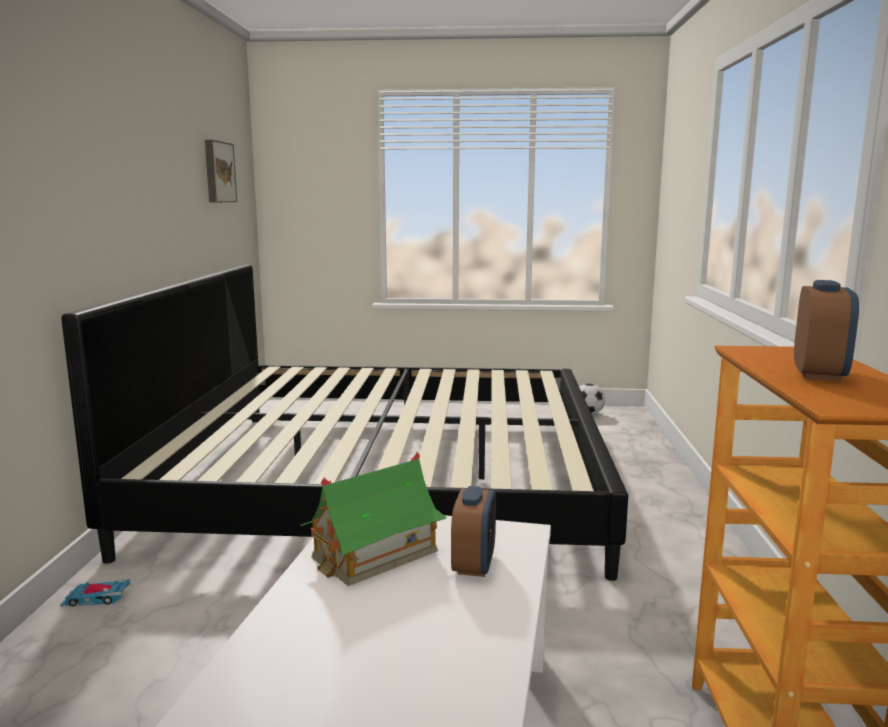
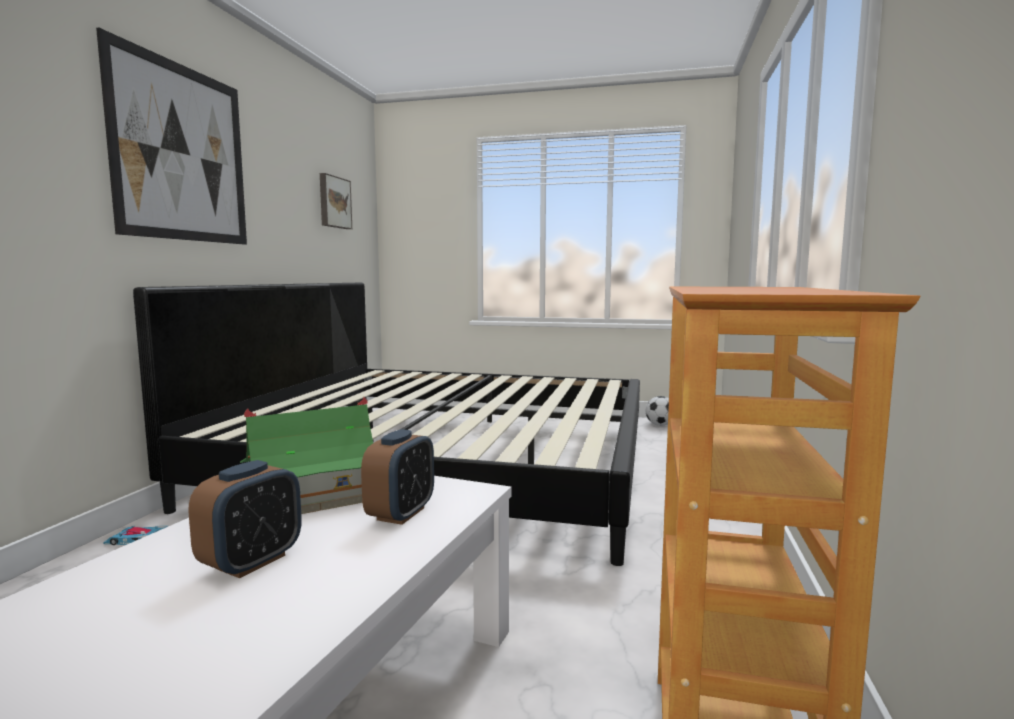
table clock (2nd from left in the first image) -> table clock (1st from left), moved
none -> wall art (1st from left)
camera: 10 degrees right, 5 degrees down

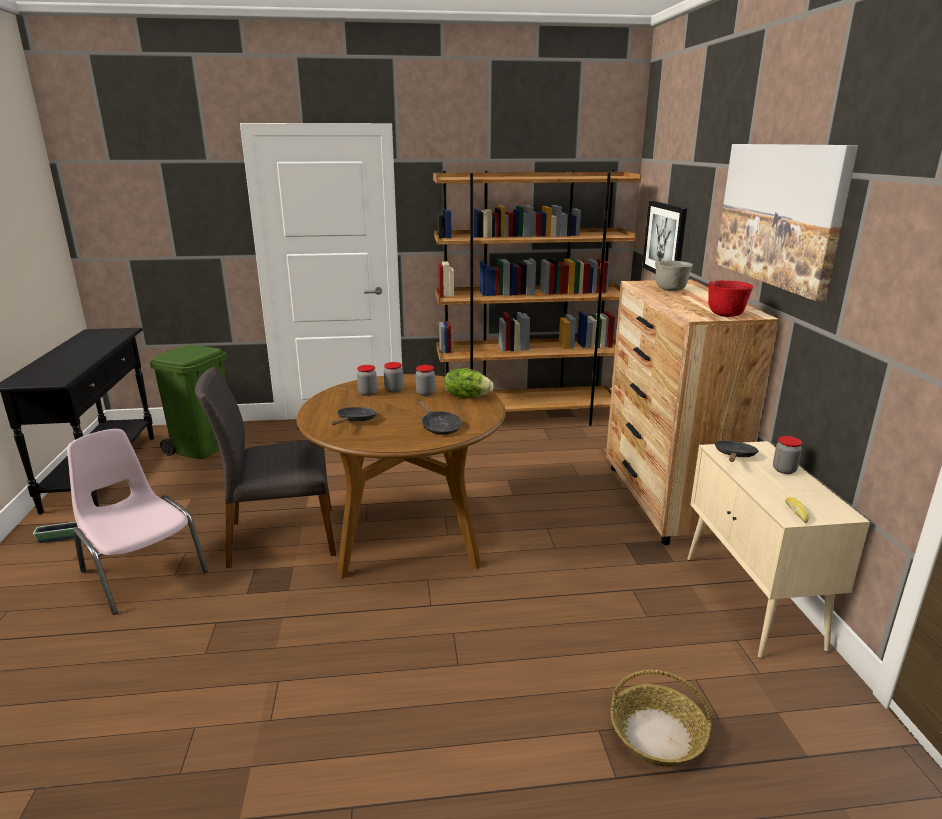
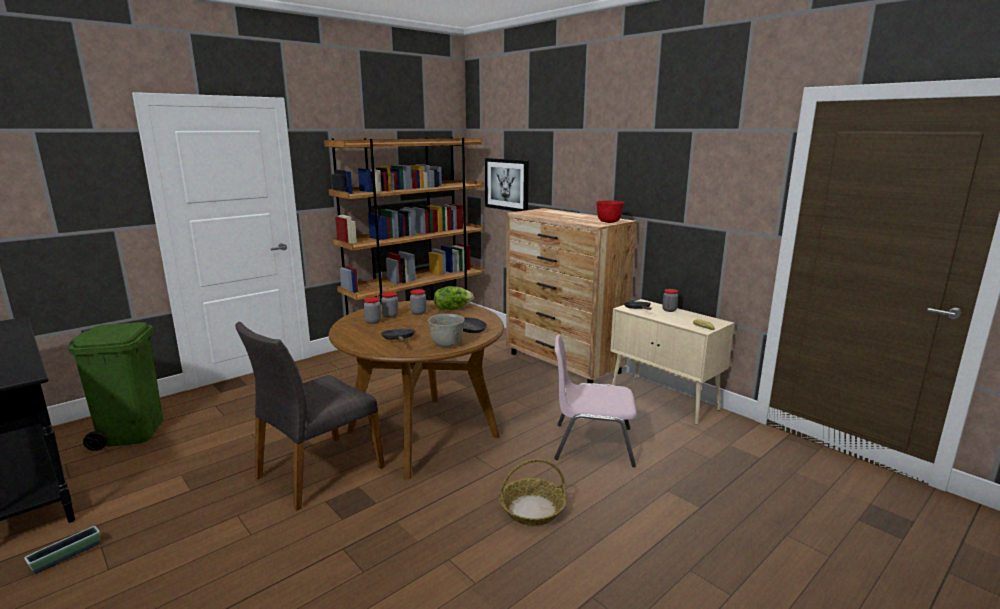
chair in pinkish, moved
basket, moved
serving bowl in grey, moved
wall art (2nd from left) -> none
camera: 35 degrees left, 5 degrees down

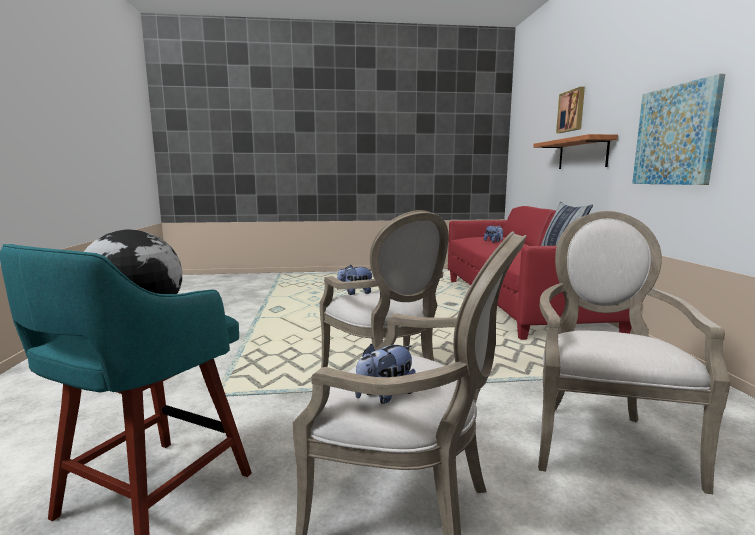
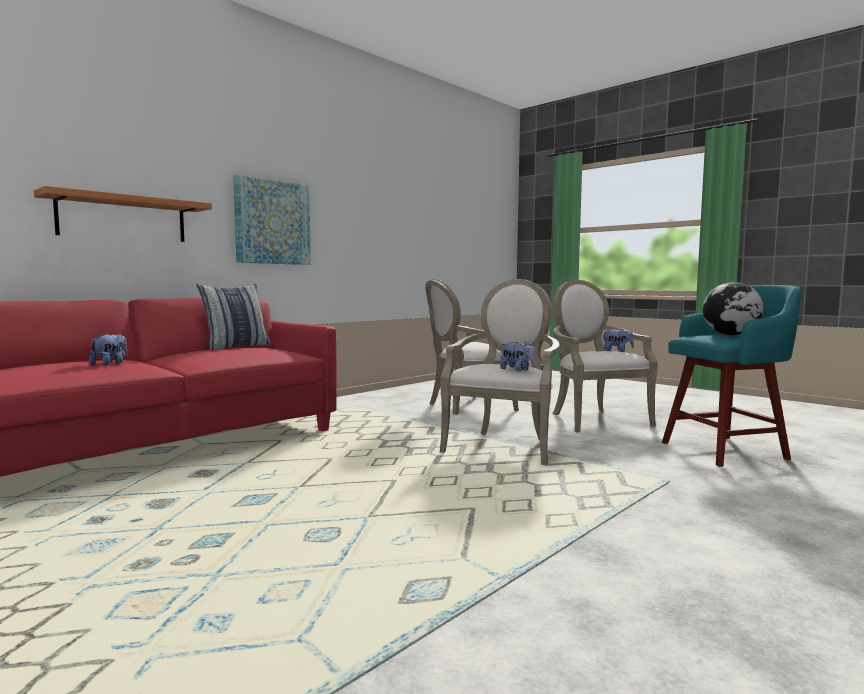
wall art (1st from left) -> none
camera: 130 degrees left, 5 degrees down

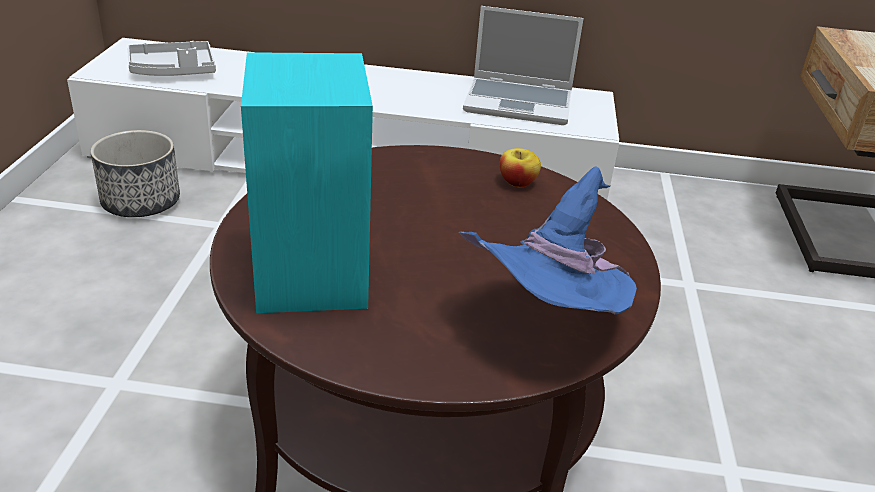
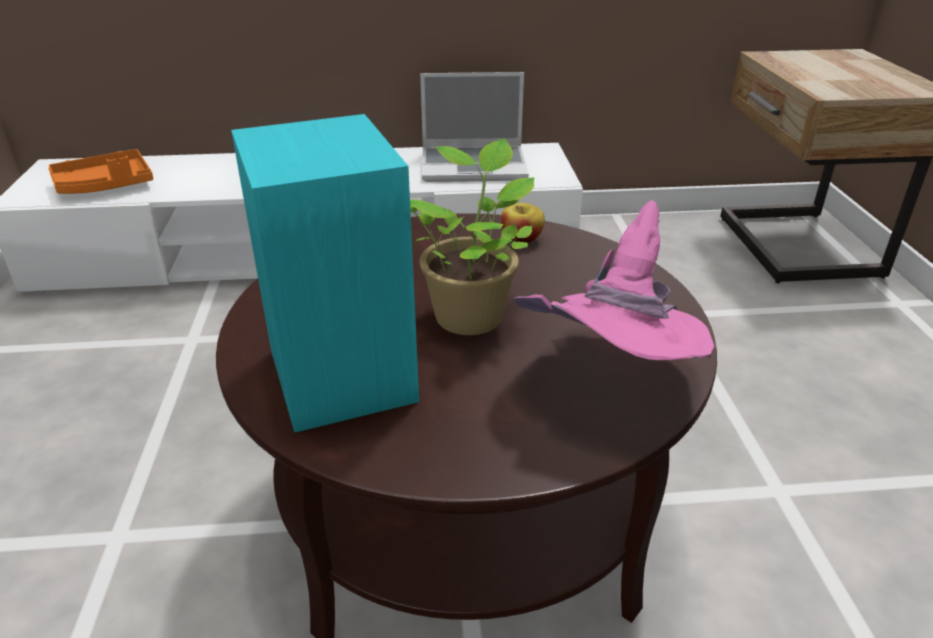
plant pot -> none
serving tray in grey -> serving tray in orange-coloured
clothing hat in bluish -> clothing hat in pinkish
none -> houseplant
camera: 10 degrees left, 0 degrees up

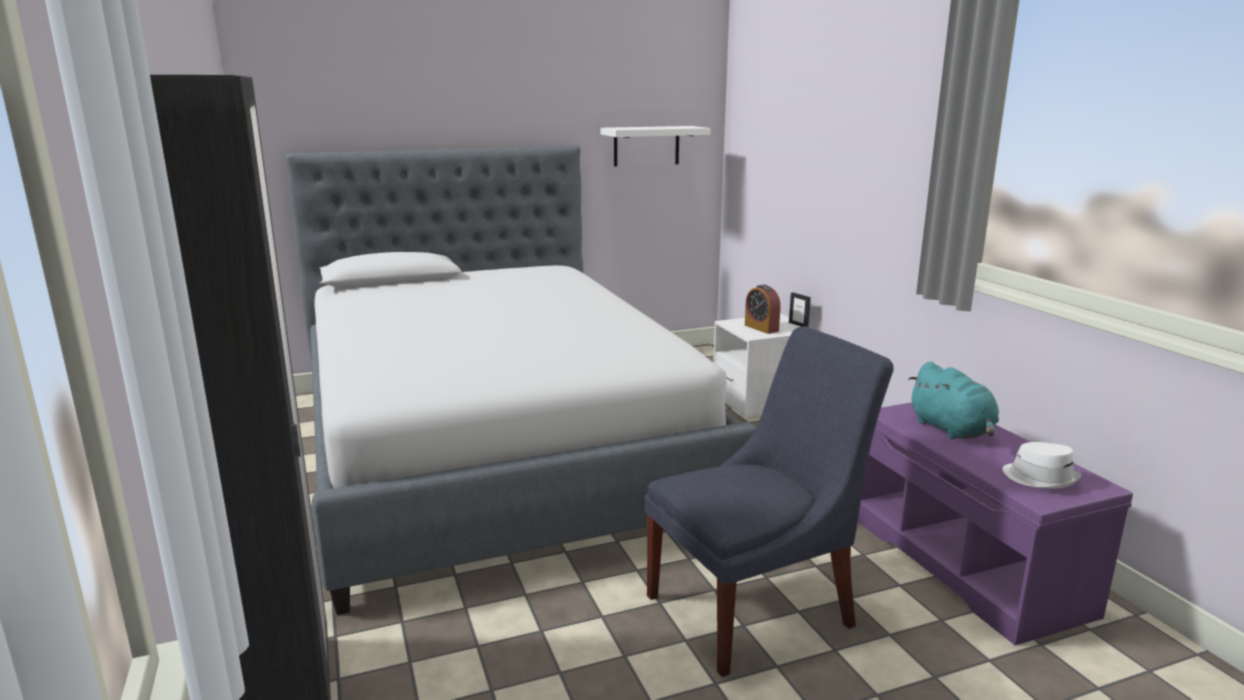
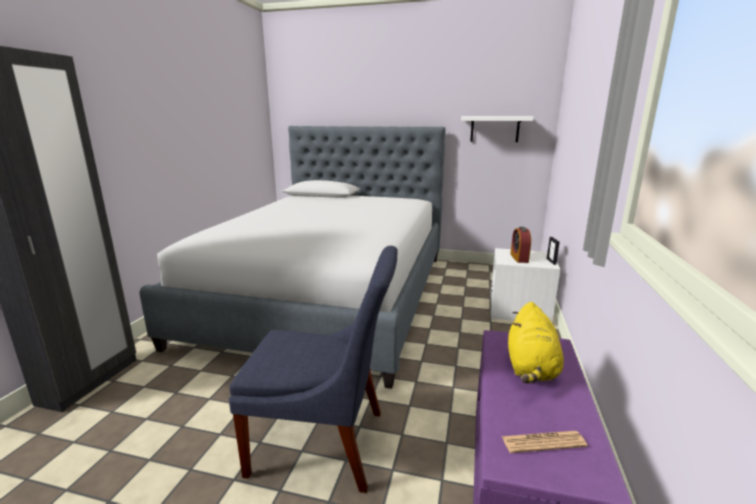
cuddly toy in turquoise -> cuddly toy in yellowish
clothing hat in white -> daily paper
camera: 35 degrees right, 0 degrees up

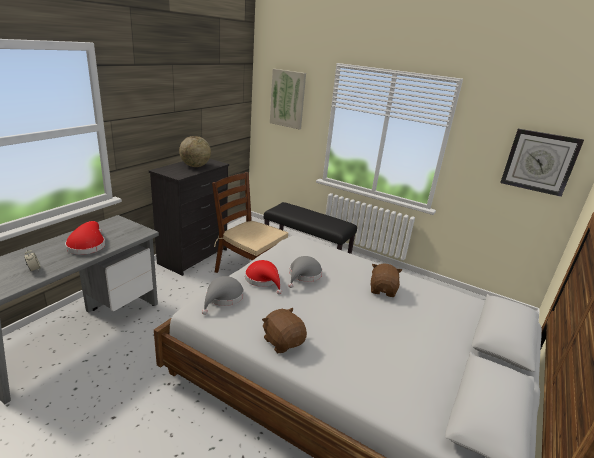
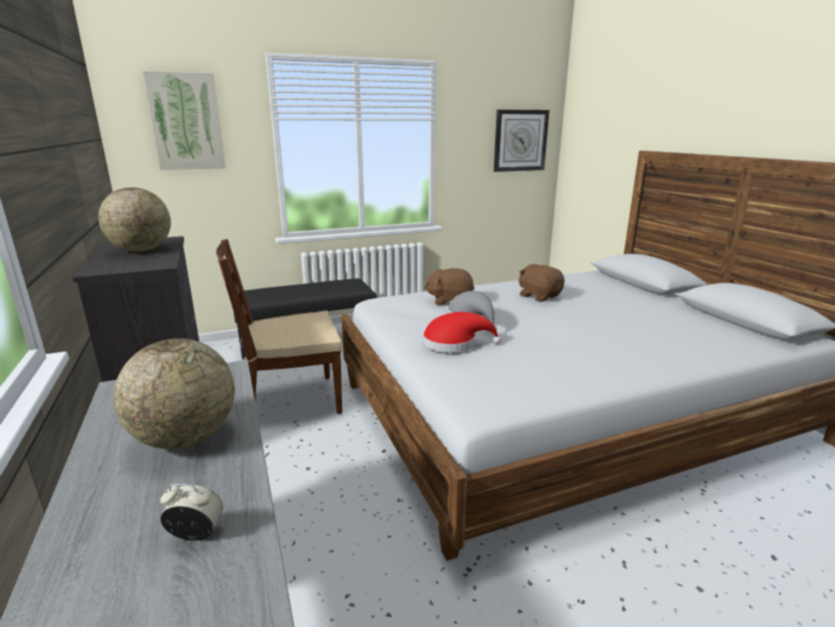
clothing hat in red (1st from left) -> world globe (2nd from left)
clothing hat in grey (1st from left) -> none
cuddly toy in brownish (1st from left), moved
camera: 50 degrees left, 5 degrees down

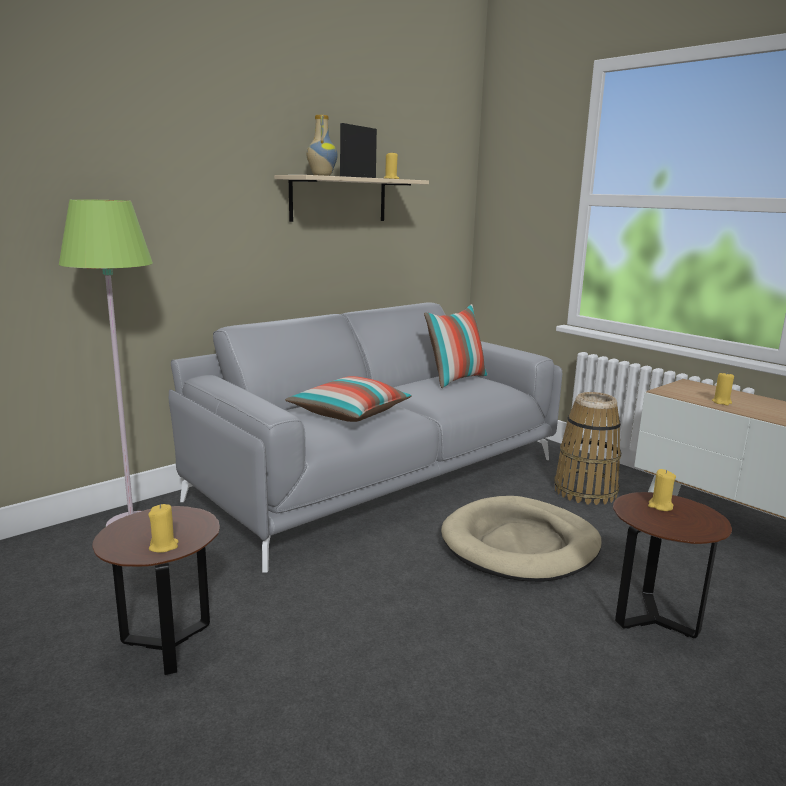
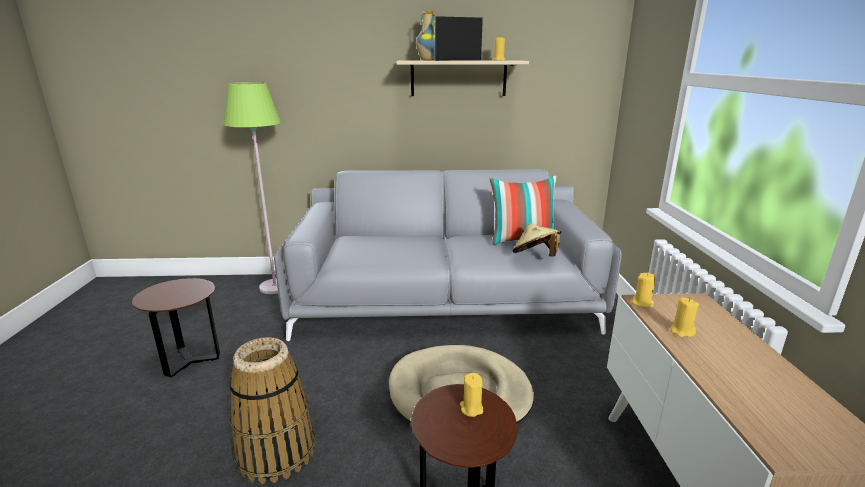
wax candle in yellowish (1st from left in the first image) -> wax candle in yellowish (3rd from left), moved
cushion (1st from left) -> none
basket, moved
none -> clothing hat in beige-coloured
camera: 40 degrees right, 5 degrees up

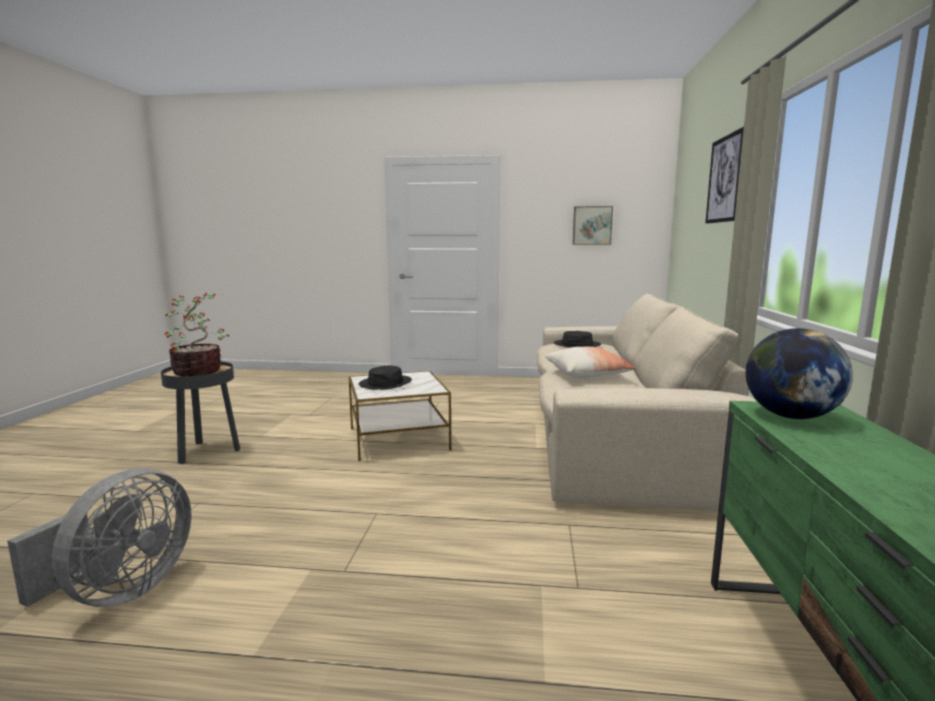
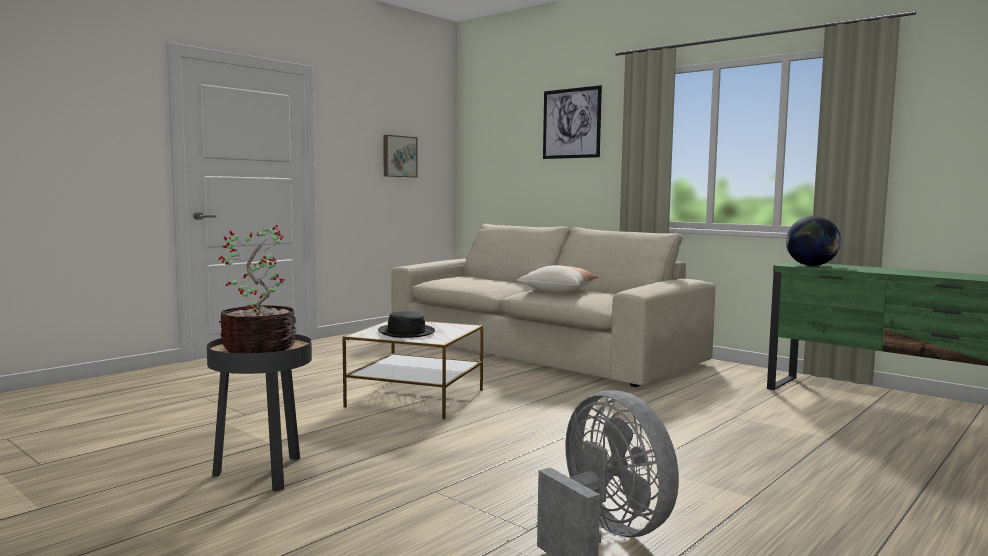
clothing hat in blackish (2nd from left) -> none
camera: 55 degrees left, 5 degrees down

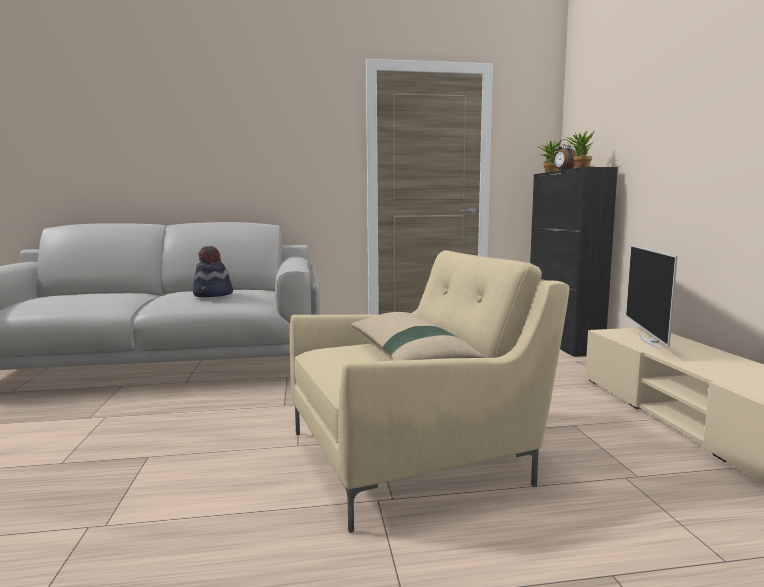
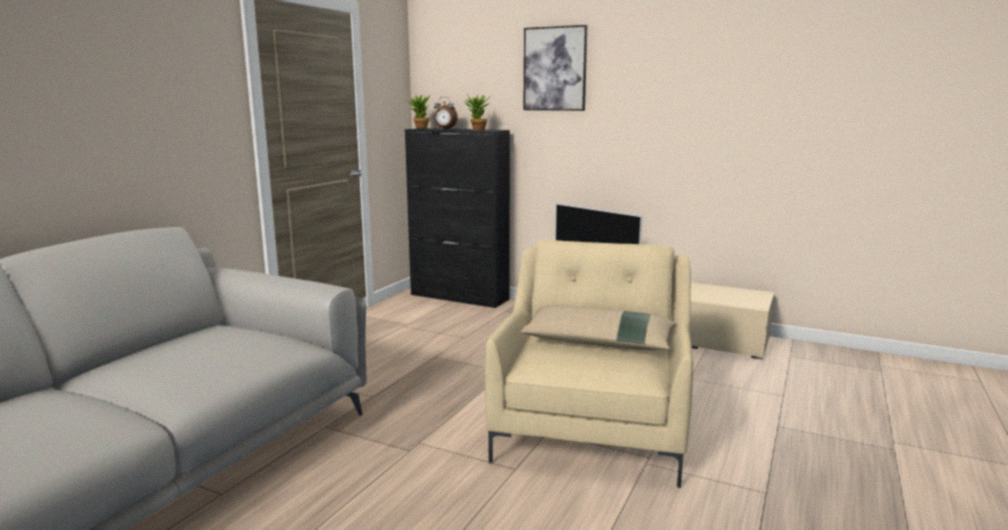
clothing hat -> none
none -> wall art
camera: 55 degrees left, 5 degrees up

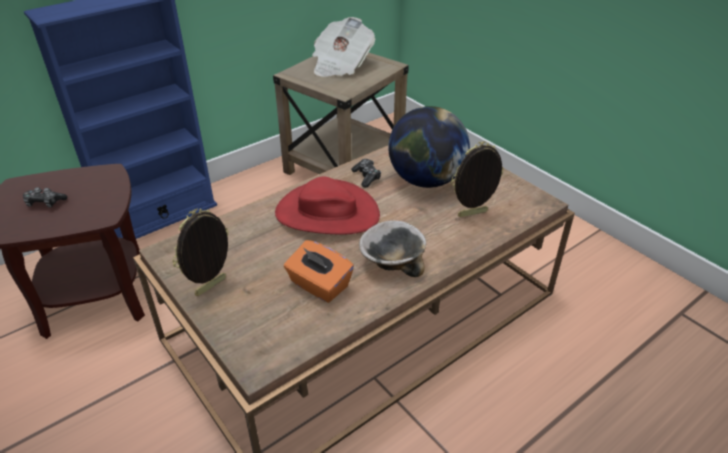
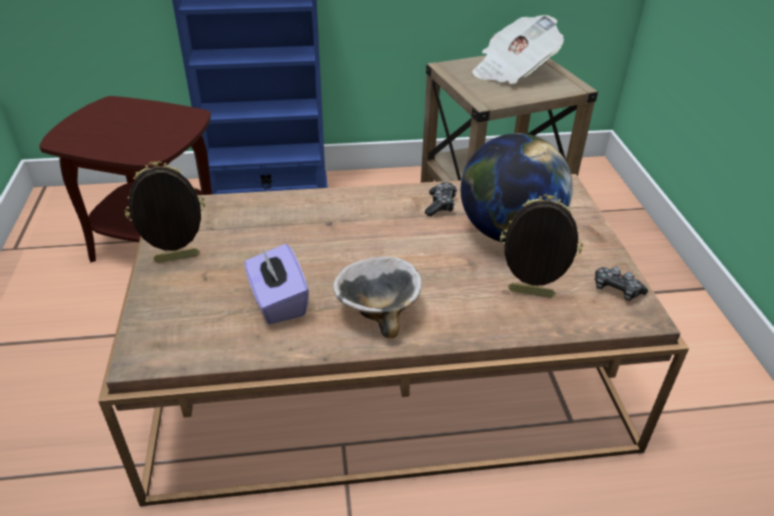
gamepad (1st from left in the first image) -> gamepad (2nd from left), moved
clothing hat in red -> none
tissue box in orange-coloured -> tissue box in purple
camera: 30 degrees right, 0 degrees up

